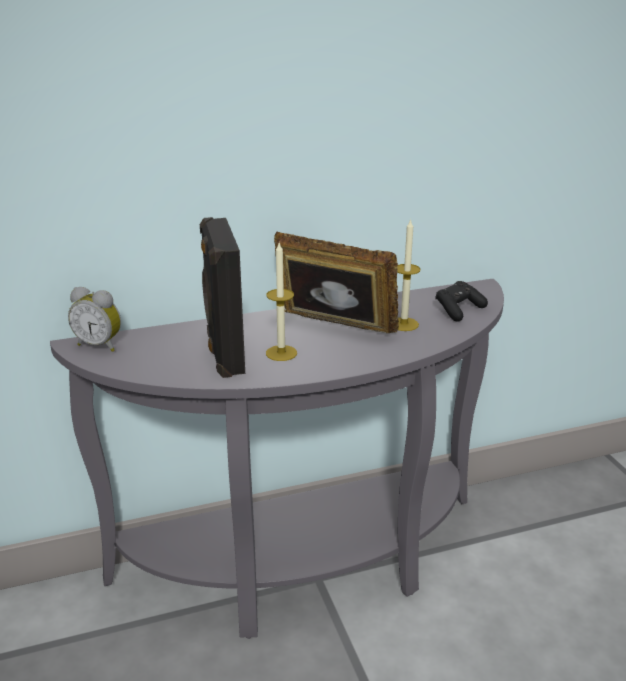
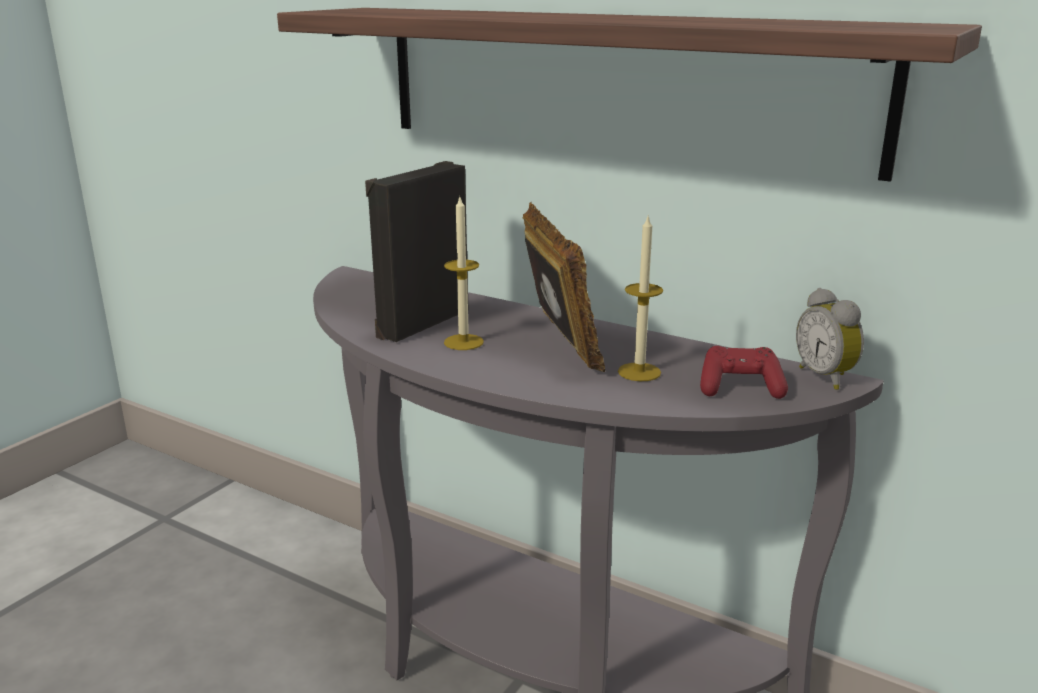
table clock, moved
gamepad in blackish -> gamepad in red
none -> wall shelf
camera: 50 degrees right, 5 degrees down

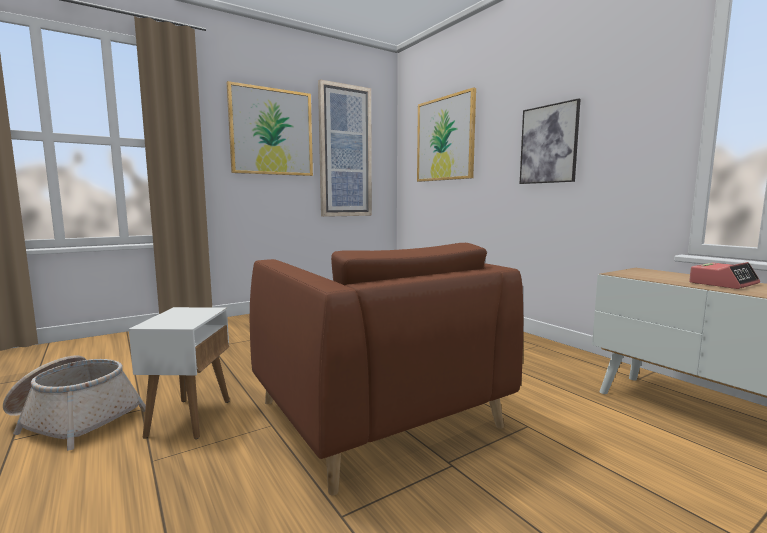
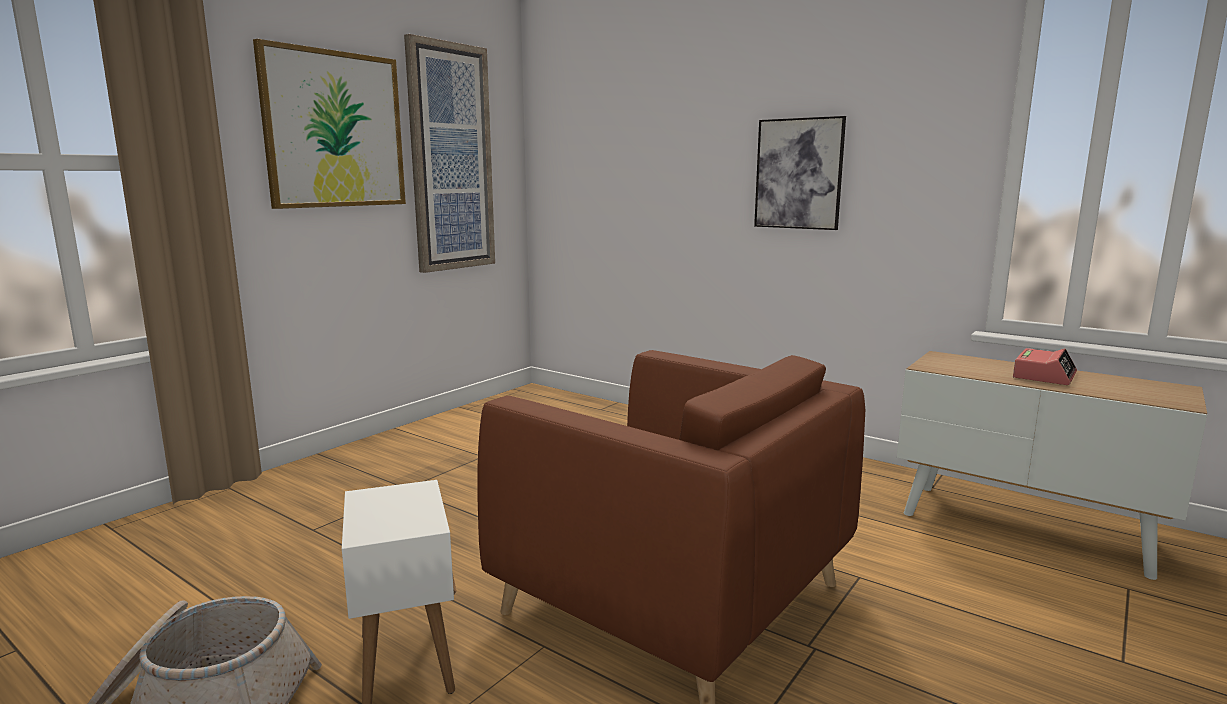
wall art (3rd from left) -> none
camera: 20 degrees left, 5 degrees up

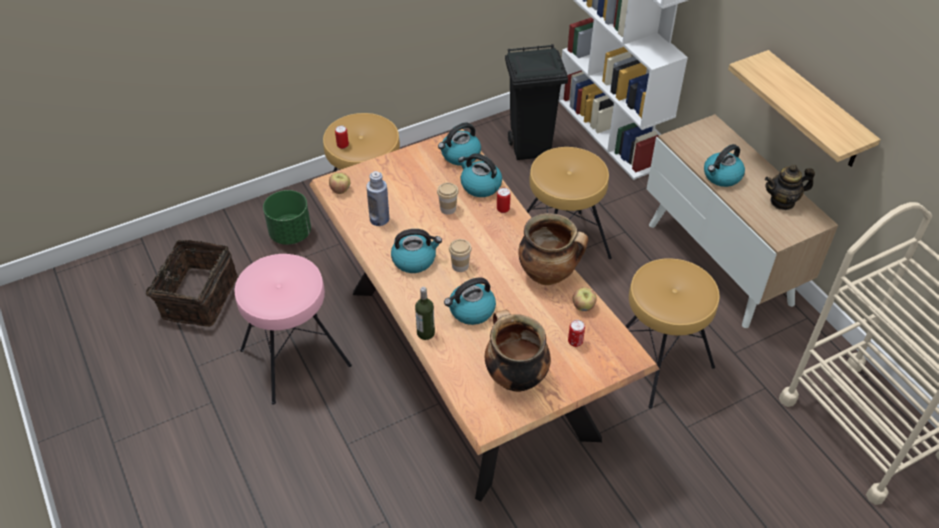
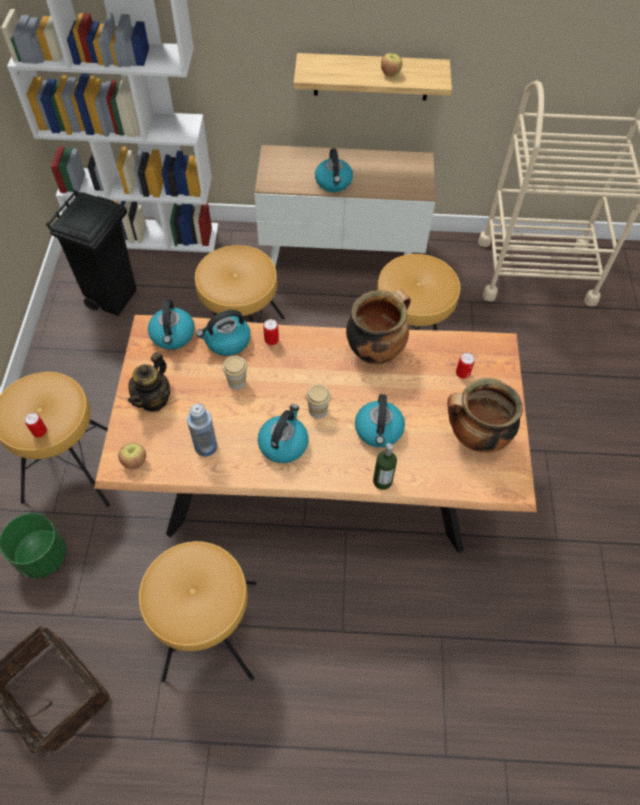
sitting stool in pinkish -> sitting stool in brownish (2nd from left)
apple (2nd from left), moved
teapot, moved
camera: 60 degrees left, 10 degrees up

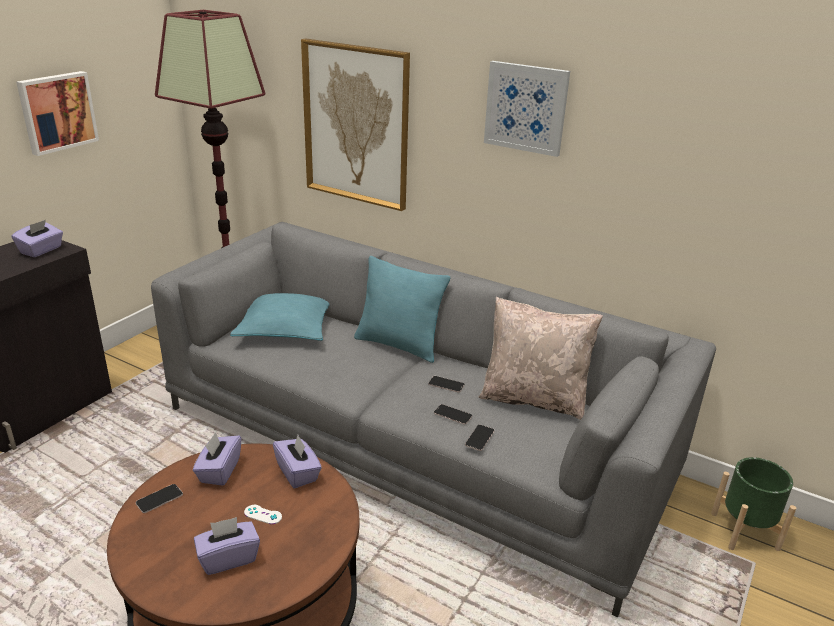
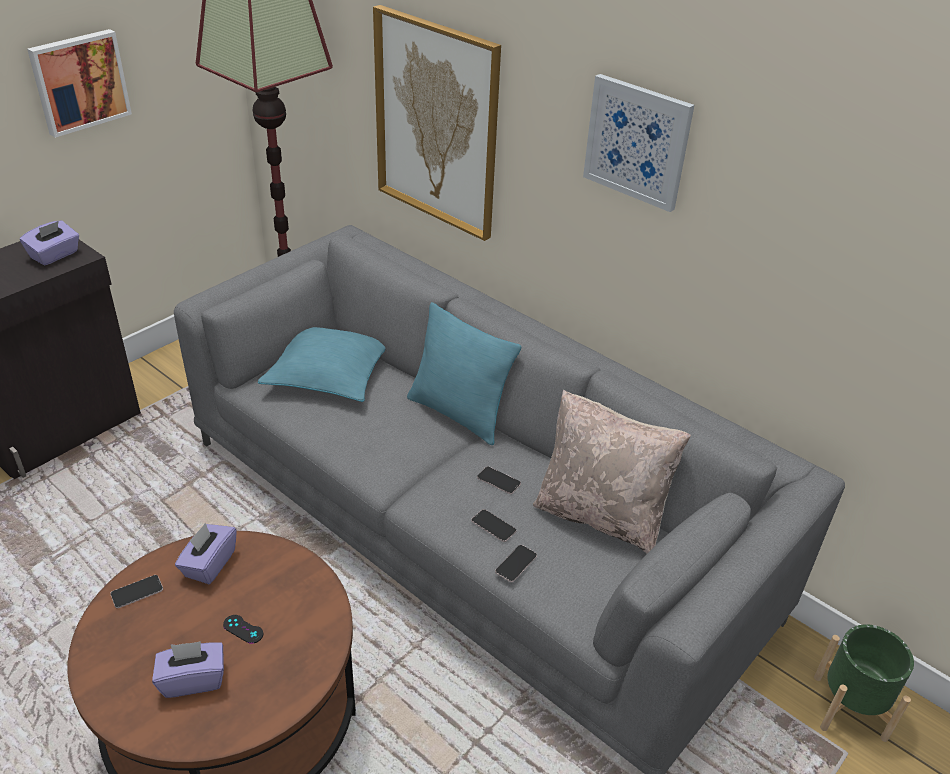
gamepad in white -> gamepad in blackish
tissue box in purple (4th from left) -> none
camera: 10 degrees right, 10 degrees up

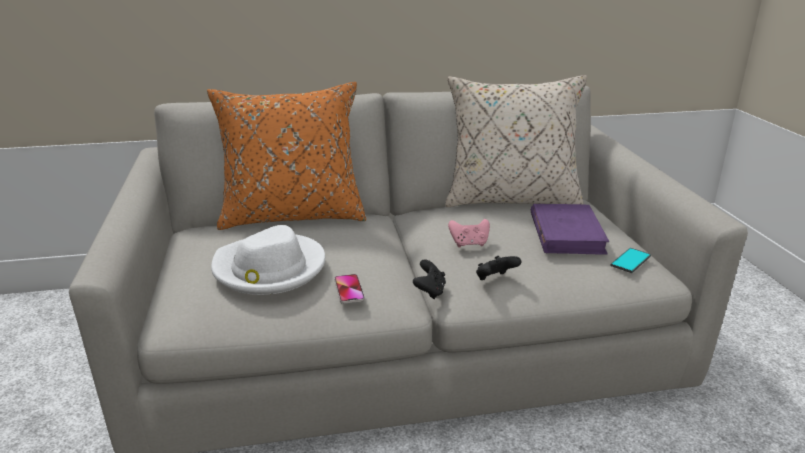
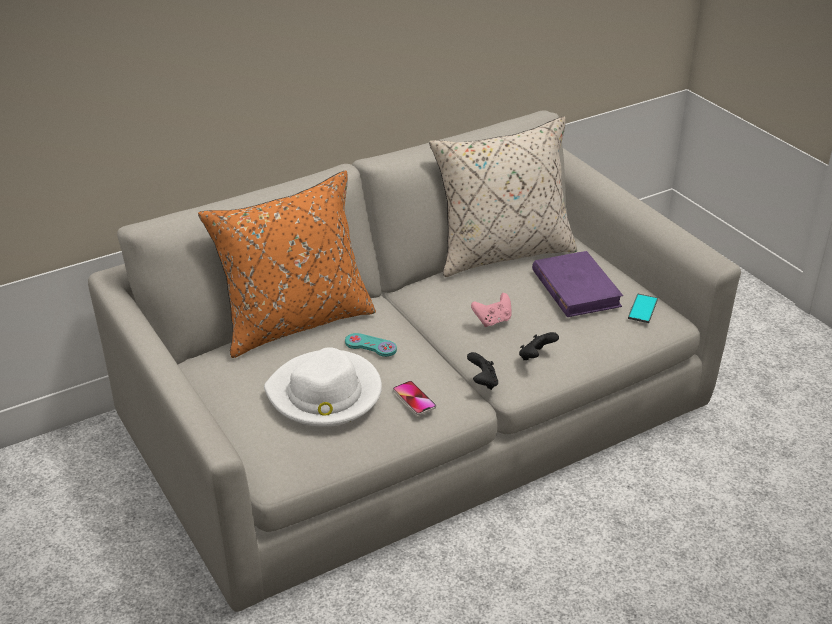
none -> gamepad in turquoise
camera: 20 degrees left, 10 degrees up

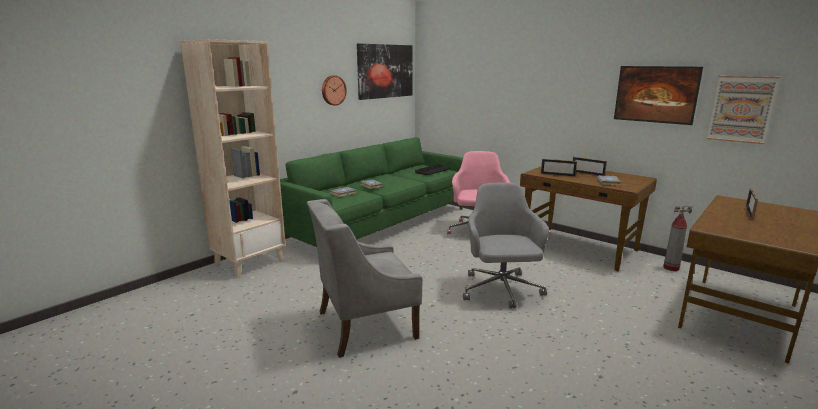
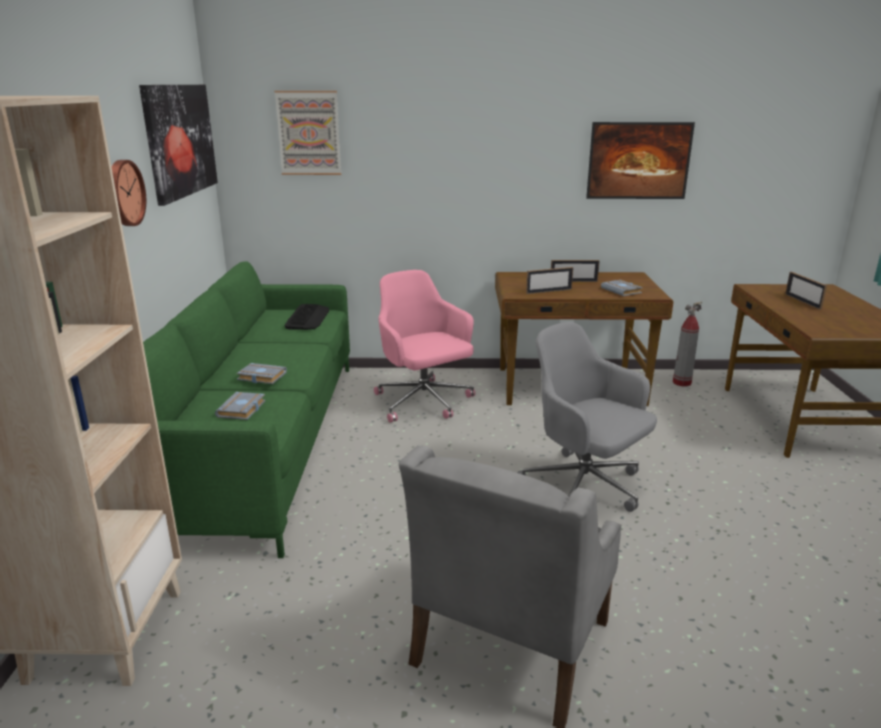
wall art (3rd from left in the first image) -> wall art (2nd from left), moved
camera: 40 degrees left, 5 degrees up

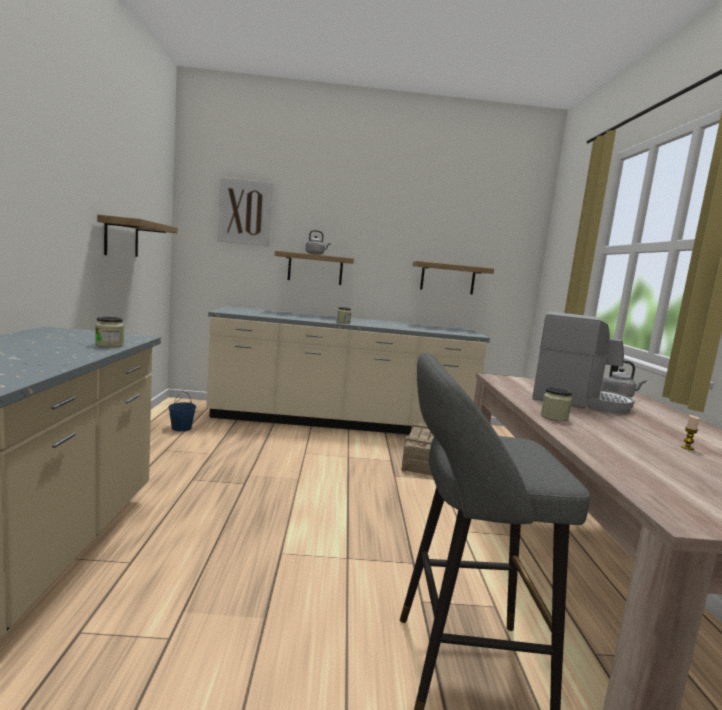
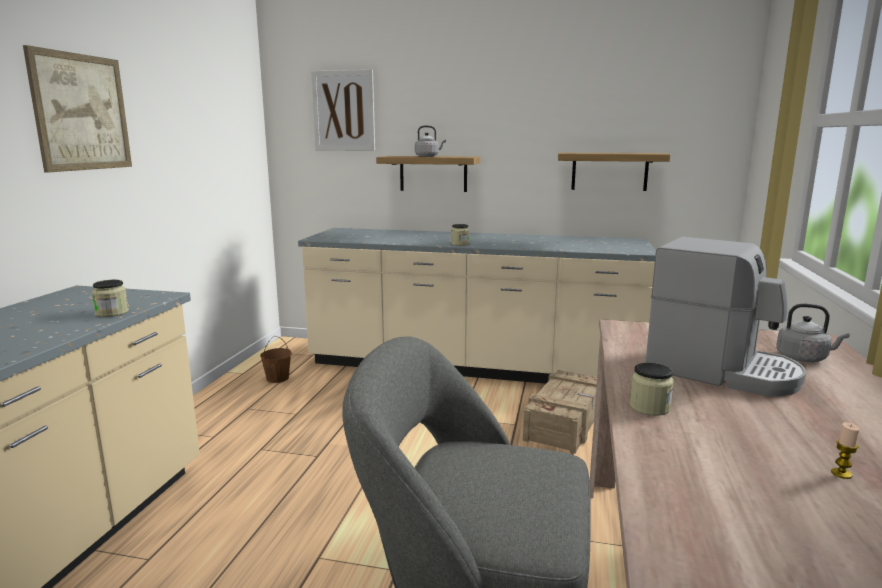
wall shelf (1st from left) -> none
bucket in bluish -> bucket in brownish
none -> wall art (1st from left)
camera: 15 degrees right, 5 degrees up

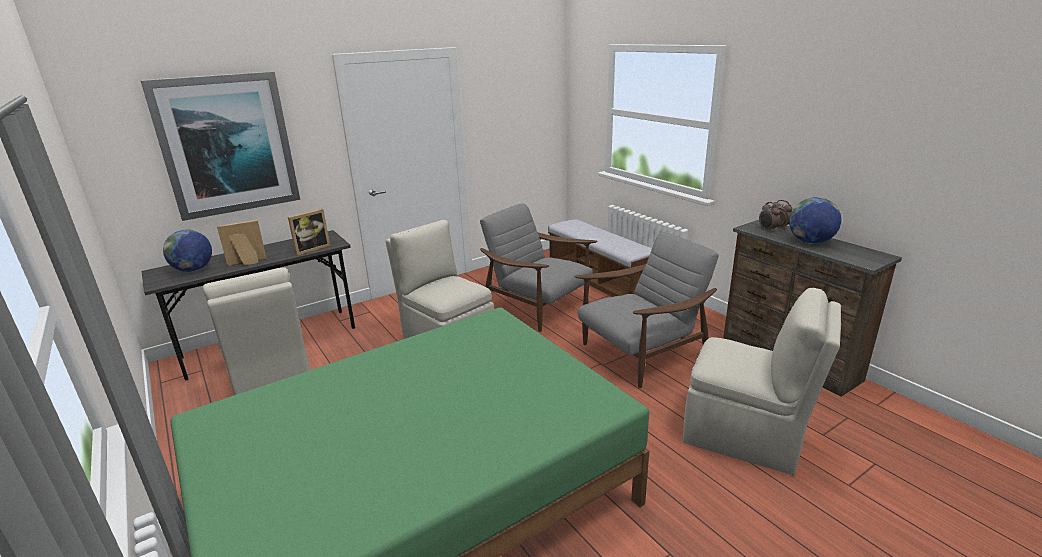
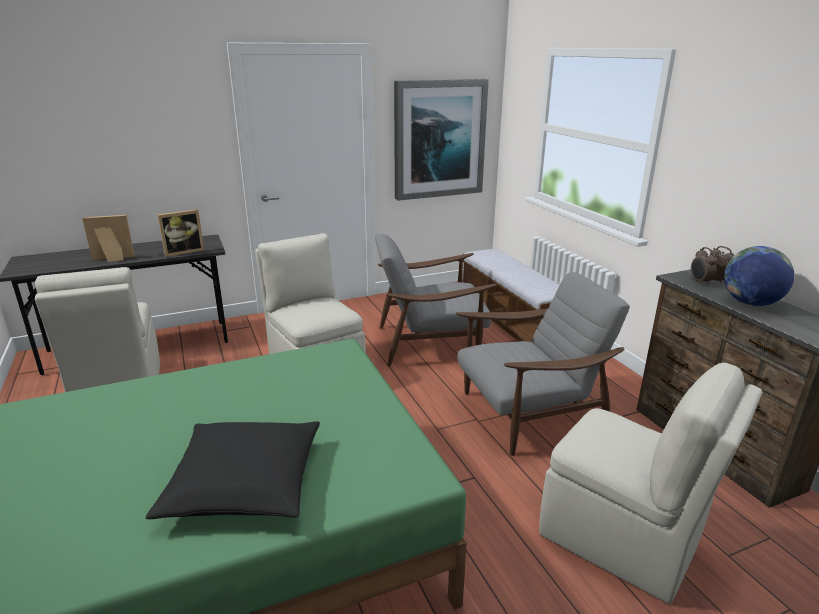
wall art, moved
world globe (1st from left) -> none
easy chair in grey (1st from left), 60 degrees counterclockwise
none -> cushion in blackish
camera: 10 degrees right, 0 degrees up

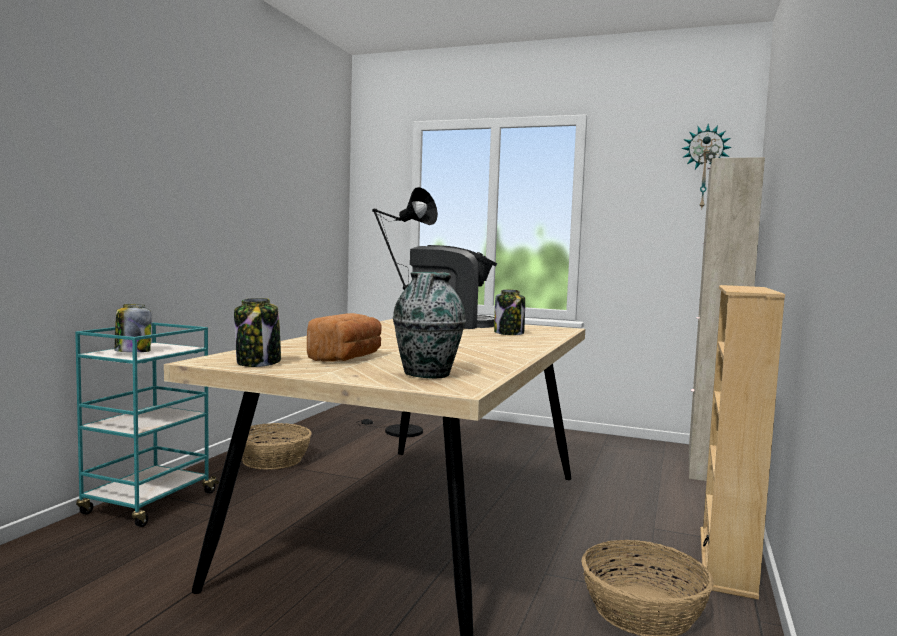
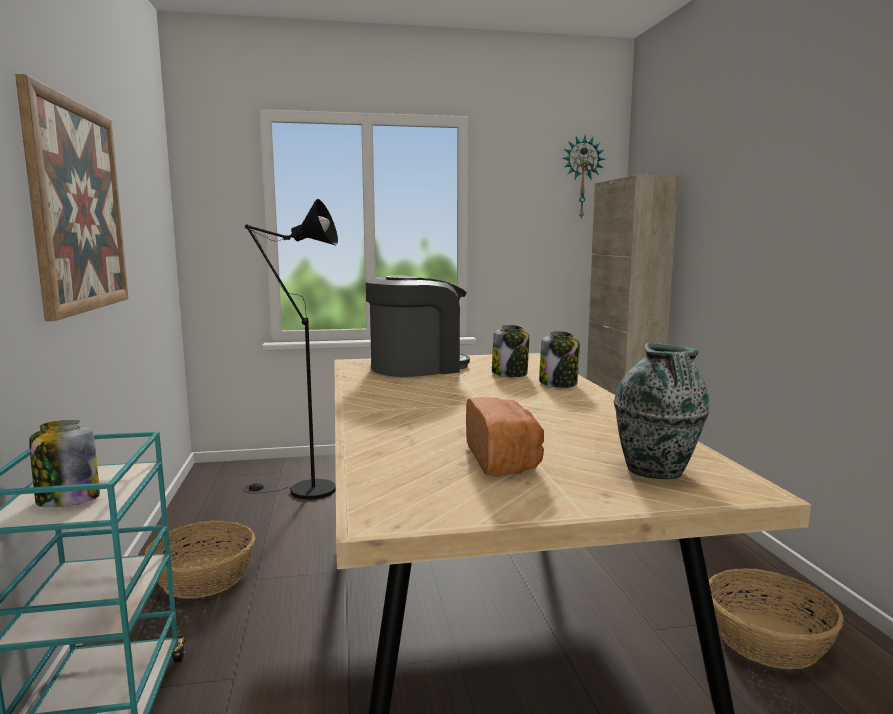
jar (2nd from left in the first image) -> jar (3rd from left), moved
shelving unit in beige-coloured -> none
none -> wall art
camera: 30 degrees left, 5 degrees up

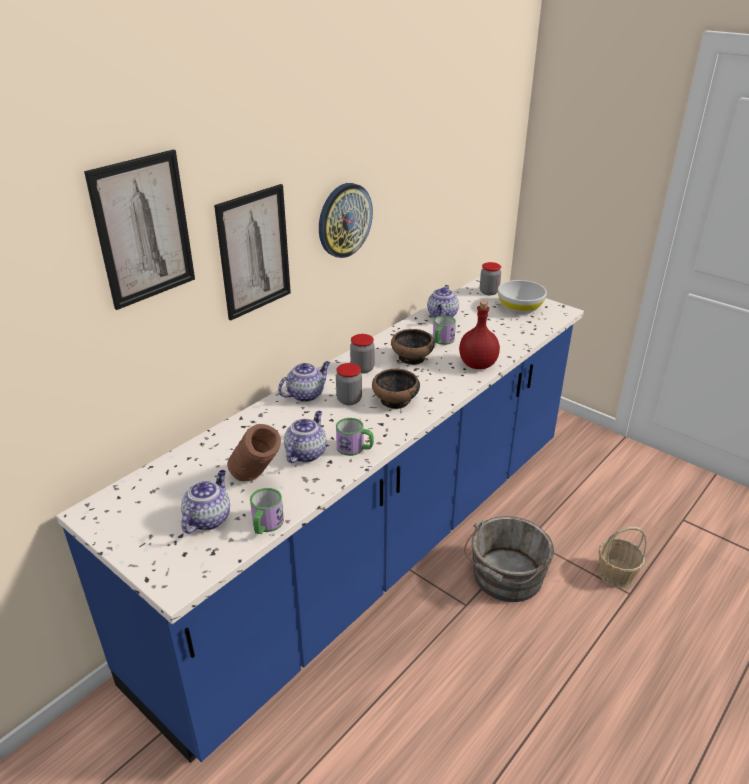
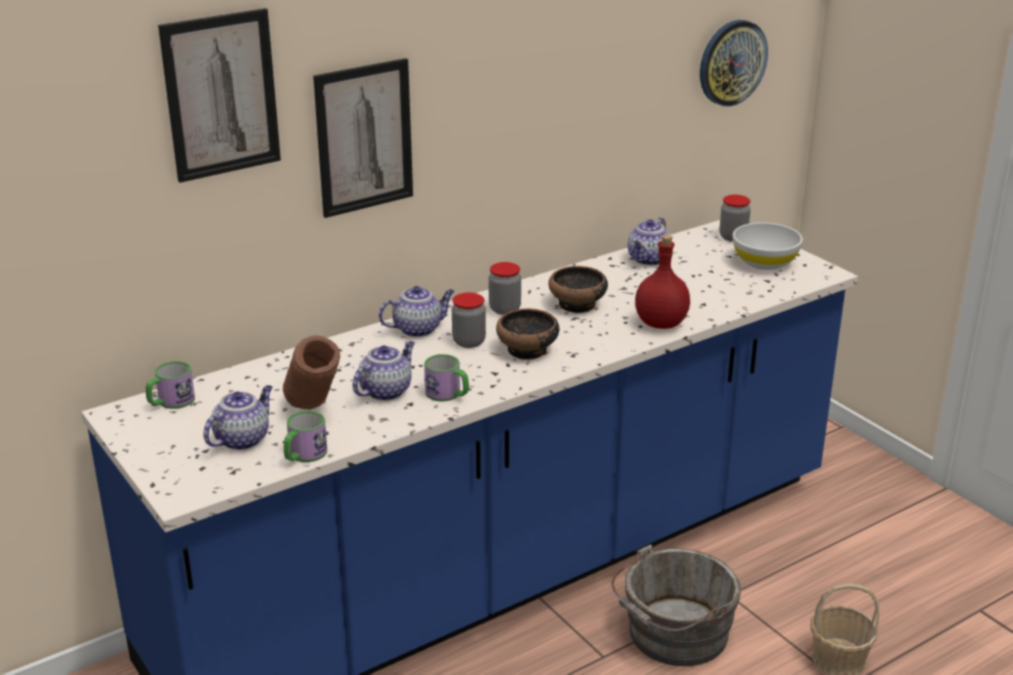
hanging clock, moved
coffee mug (3rd from left in the first image) -> coffee mug (1st from left), moved
camera: 15 degrees right, 5 degrees down

